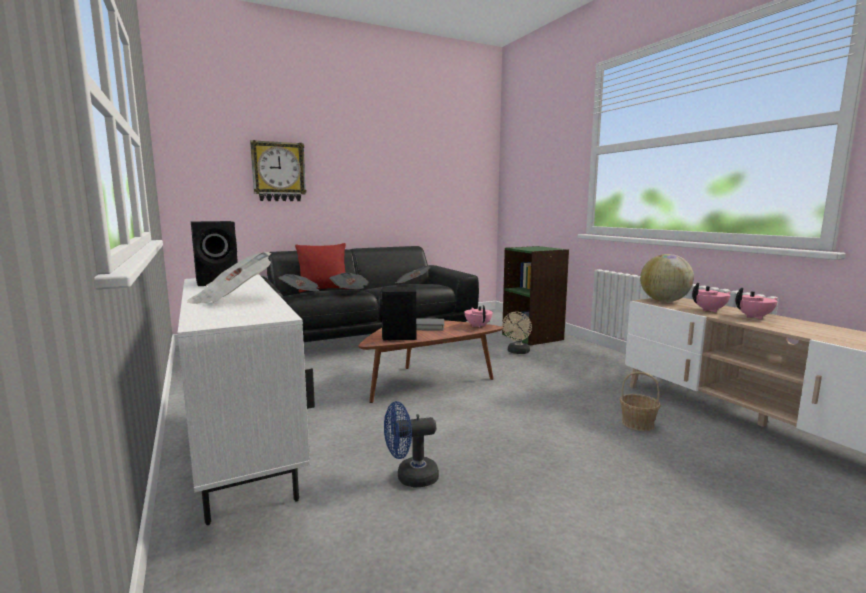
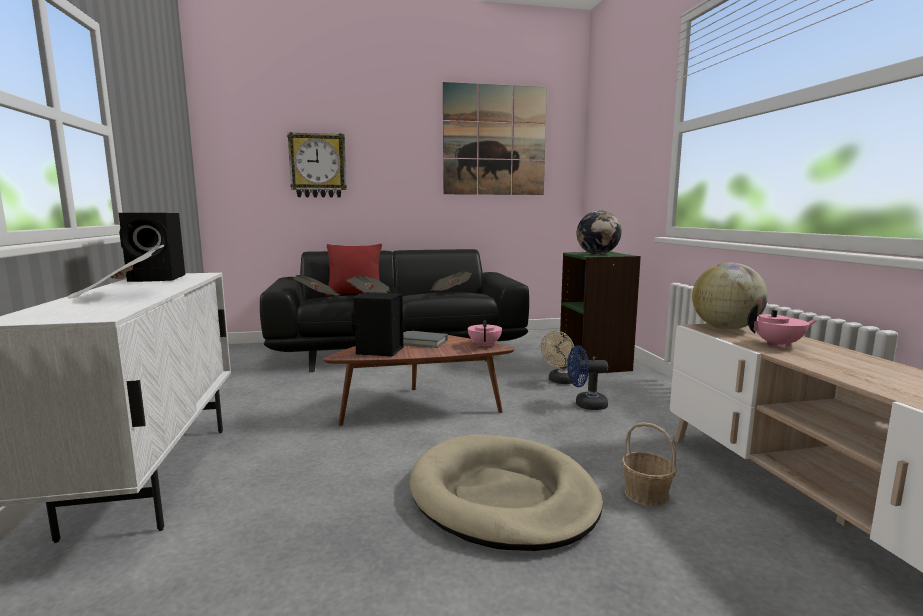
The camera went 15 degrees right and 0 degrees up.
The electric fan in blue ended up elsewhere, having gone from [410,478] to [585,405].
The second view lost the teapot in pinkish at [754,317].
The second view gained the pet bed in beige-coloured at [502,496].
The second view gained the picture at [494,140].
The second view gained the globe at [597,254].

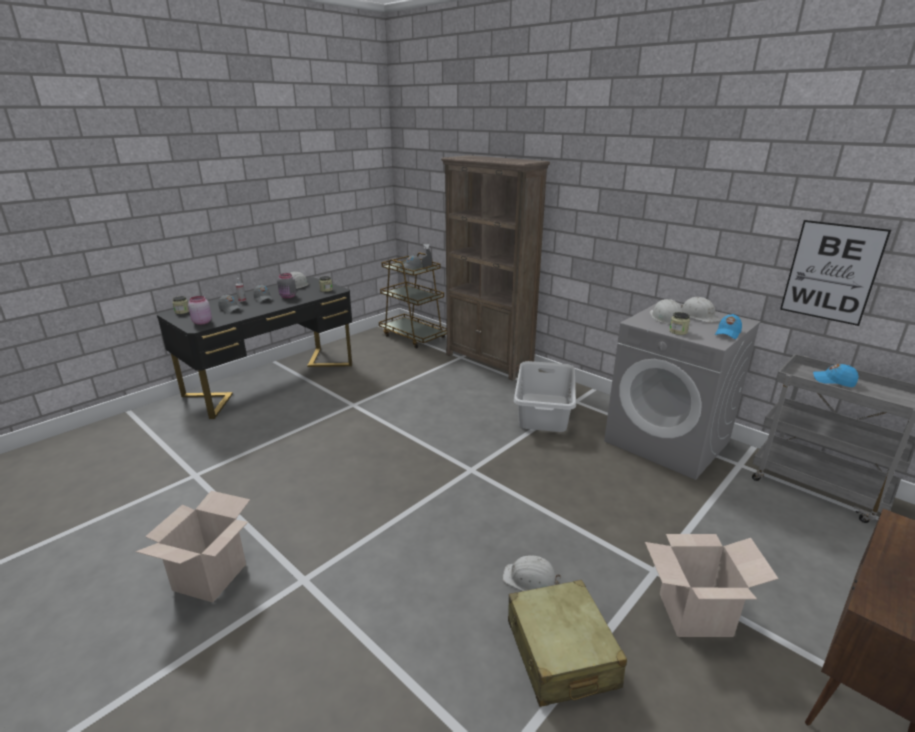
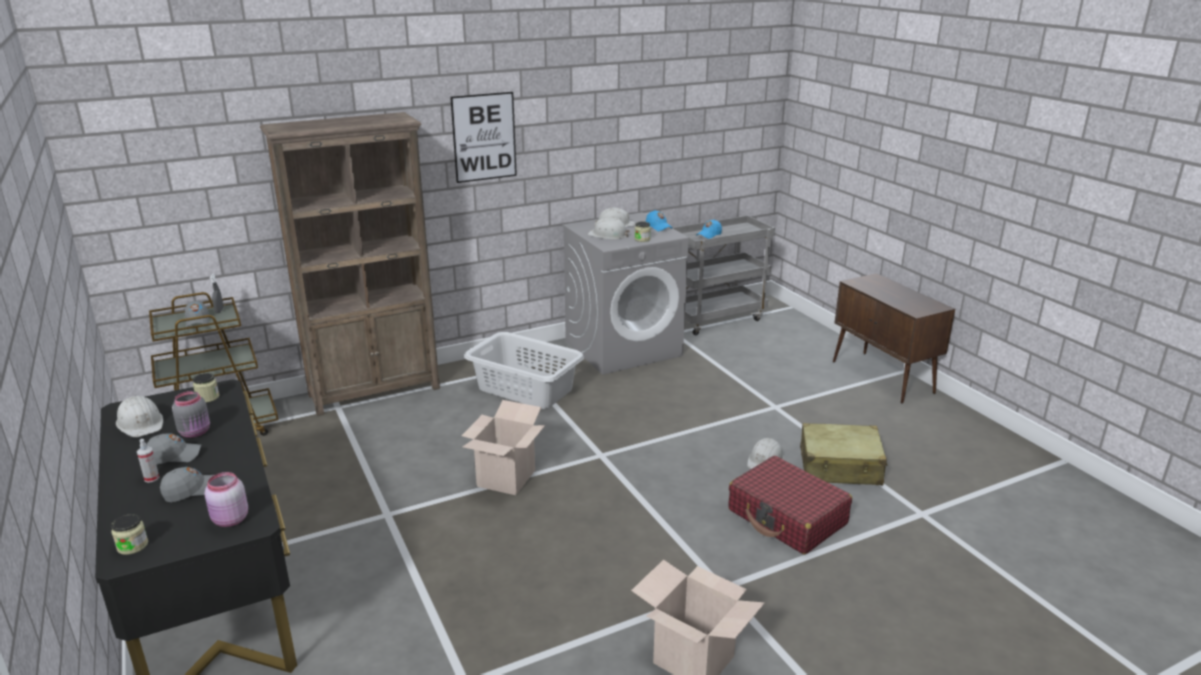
The camera went 70 degrees left and 0 degrees up.
The packing box ended up elsewhere, having gone from [694,614] to [506,478].
The picture ended up elsewhere, having gone from [831,272] to [484,137].
The second view gained the travel case in reddish at [787,517].

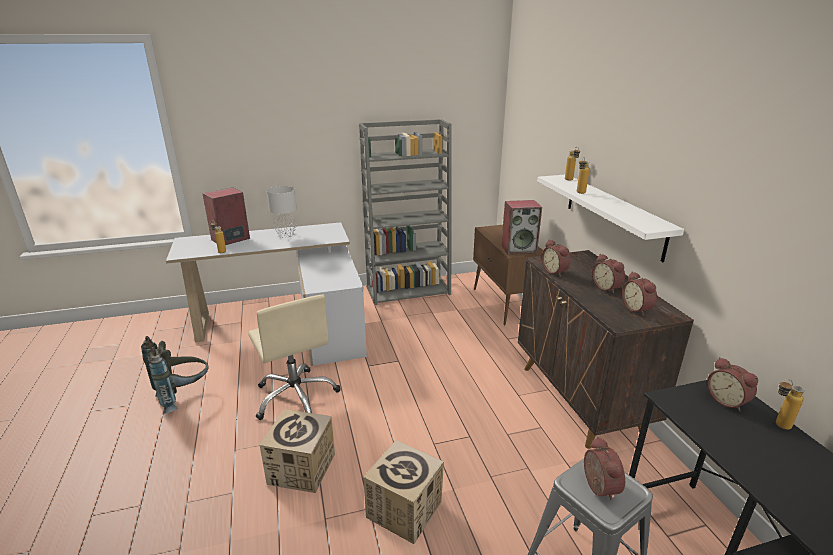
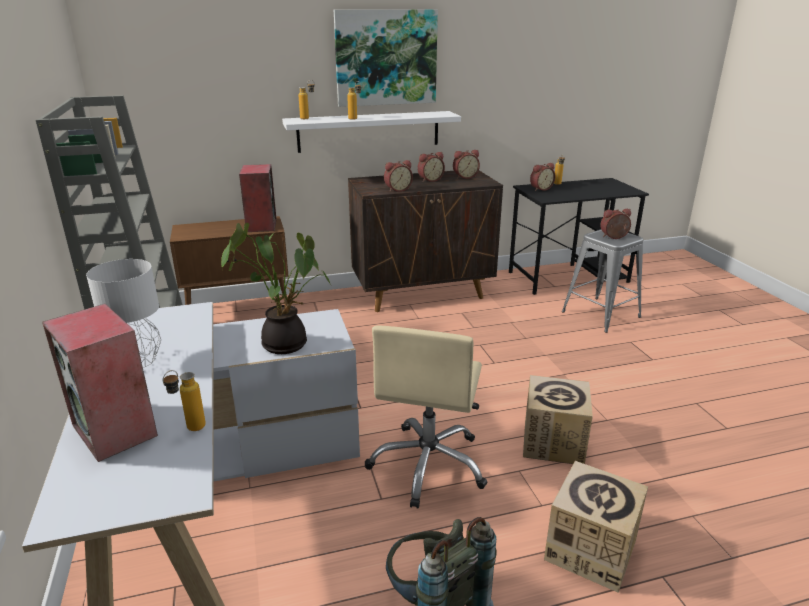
The camera went 90 degrees left and 0 degrees up.
The desk chair in beige-coloured at [296,396] ended up facing another way, 135 degrees clockwise from before.
The packing box ended up elsewhere, having gone from [404,509] to [590,550].
The second view gained the houseplant at [285,342].
The second view gained the picture at [386,58].

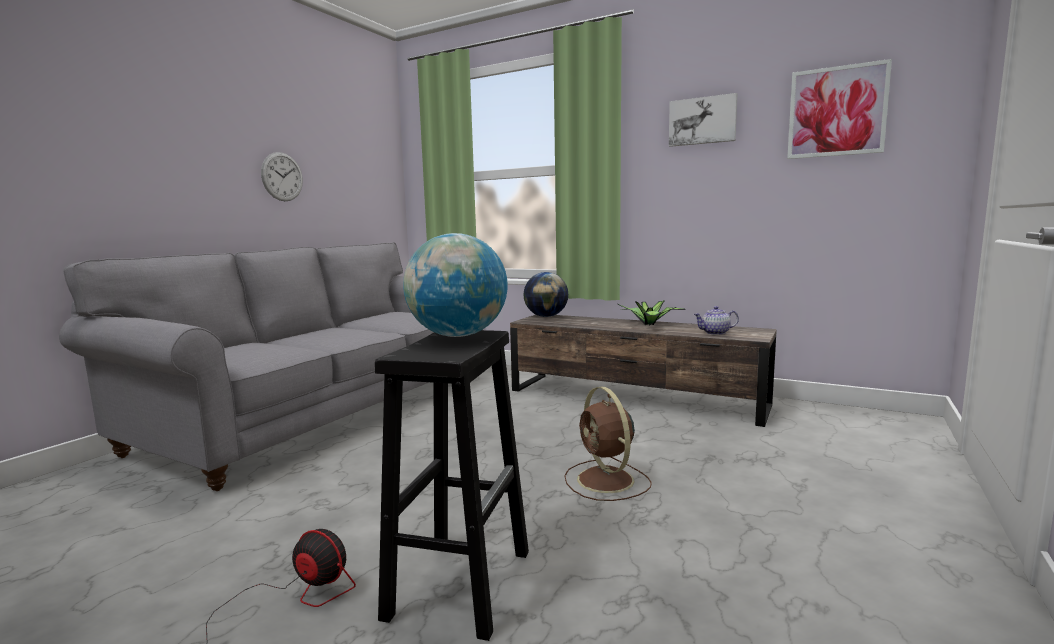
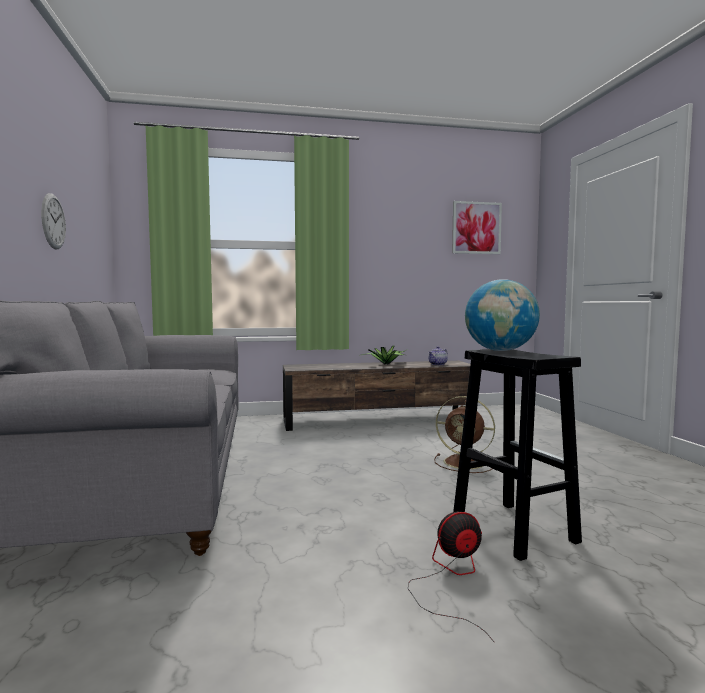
The camera went 40 degrees left and 5 degrees down.
The second view lost the globe at [546,316].
The second view lost the picture at [702,121].

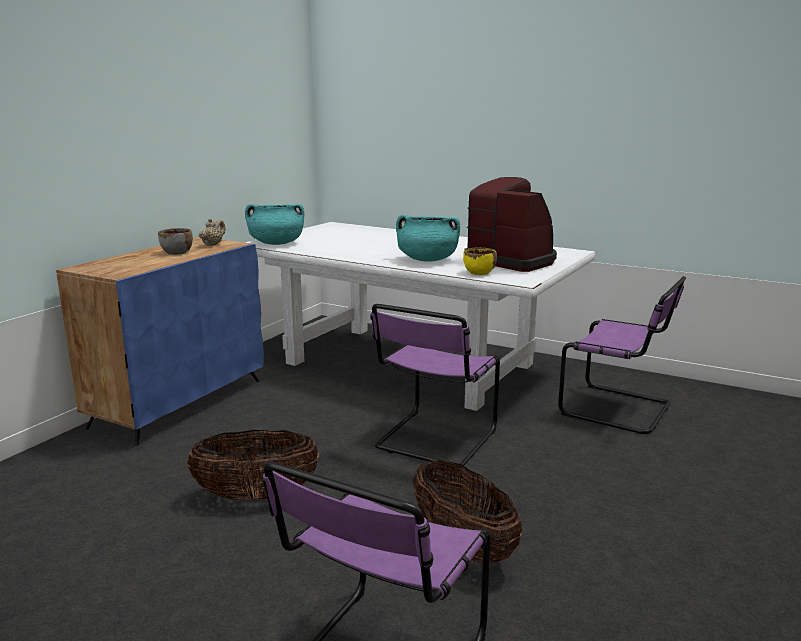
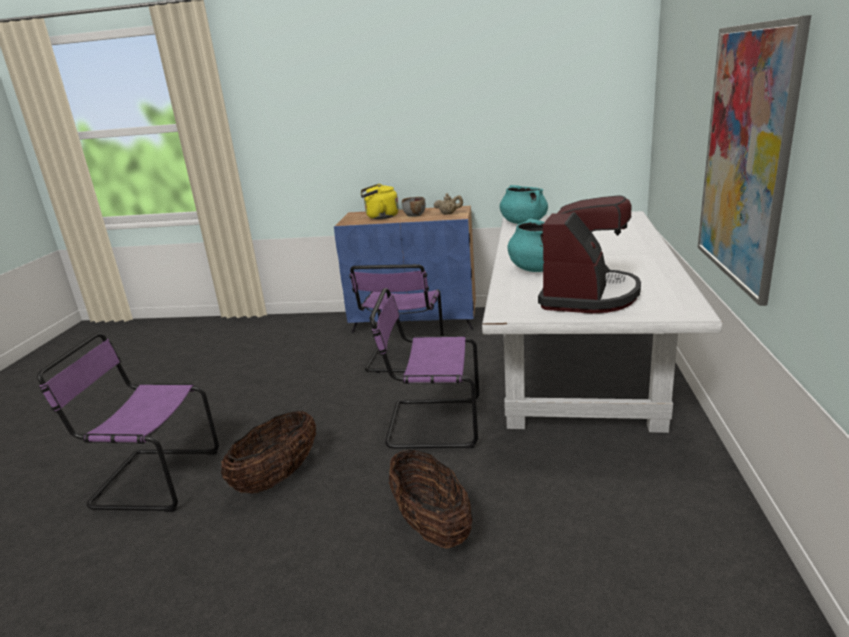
The camera went 70 degrees right and 5 degrees up.
The household basket ended up elsewhere, having gone from [256,495] to [431,526].
The second view lost the serving bowl in yellowish at [479,273].
The plain chair in purple ended up elsewhere, having gone from [619,410] to [404,358].
The second view gained the water kettle in yellowish at [380,217].
The second view gained the picture at [745,157].

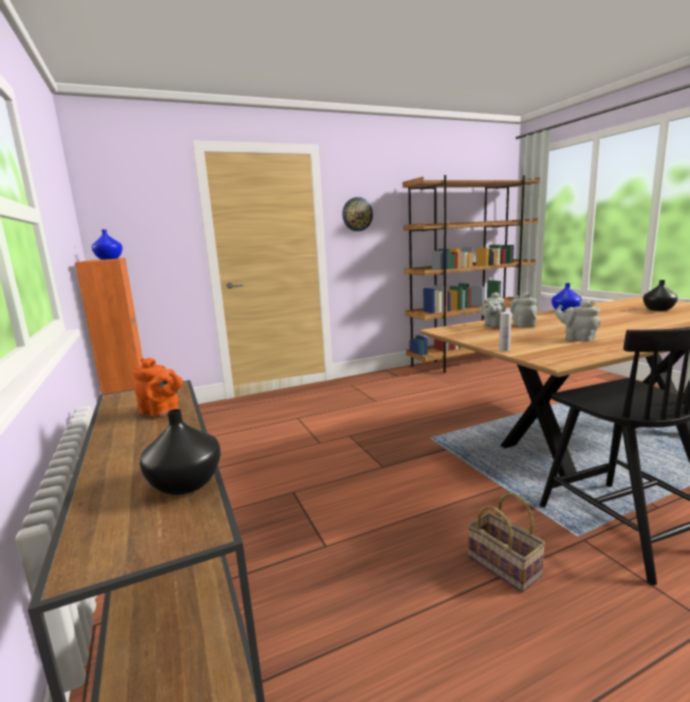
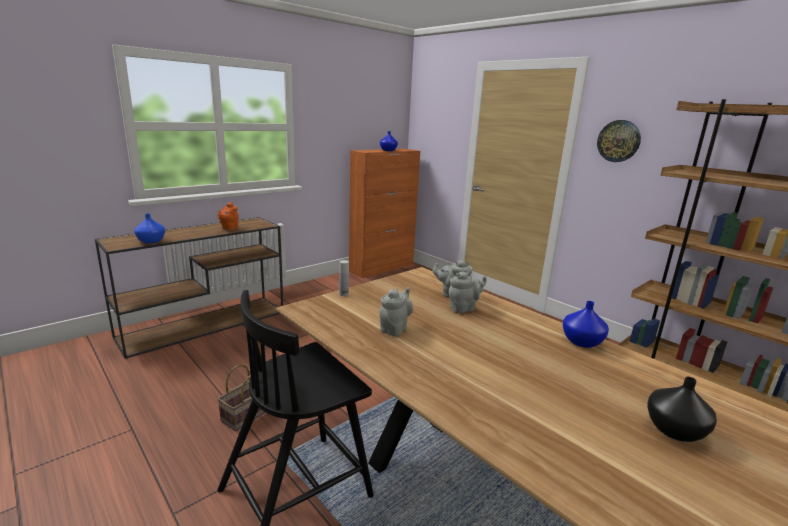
The camera went 70 degrees right and 5 degrees up.
What was the flower vase in black-coloured at [186,484] turned into the flower vase in blue at [150,241].

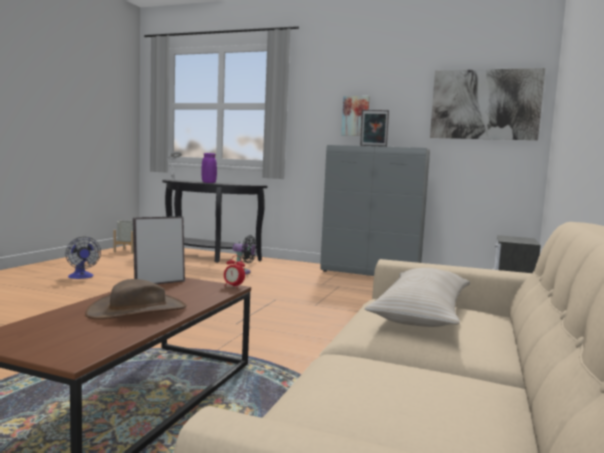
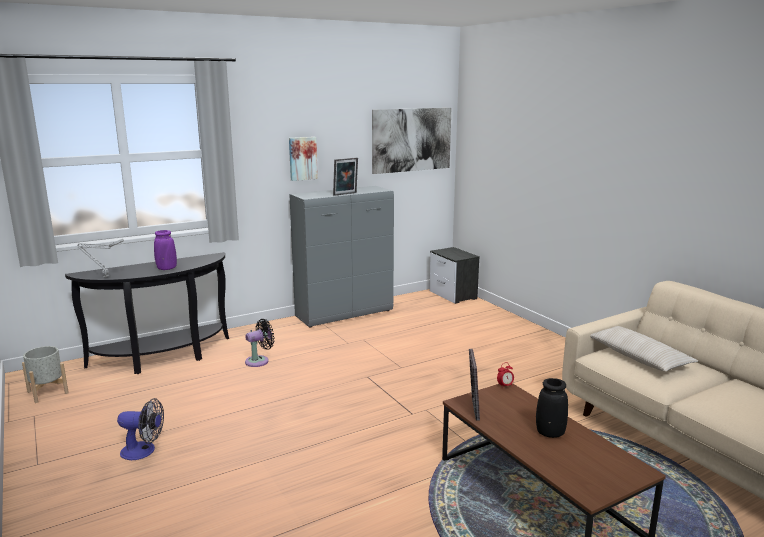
The camera went 50 degrees left and 10 degrees up.
Where the wearable hat in brown stood at [137,310], the flower vase in black-coloured came to stand at [550,433].

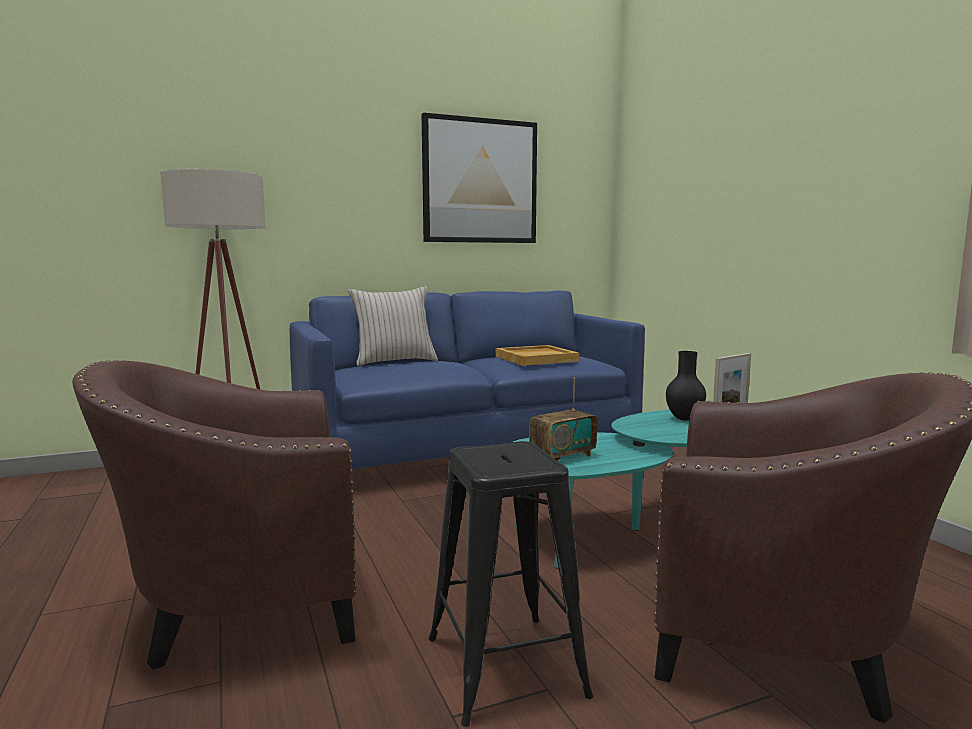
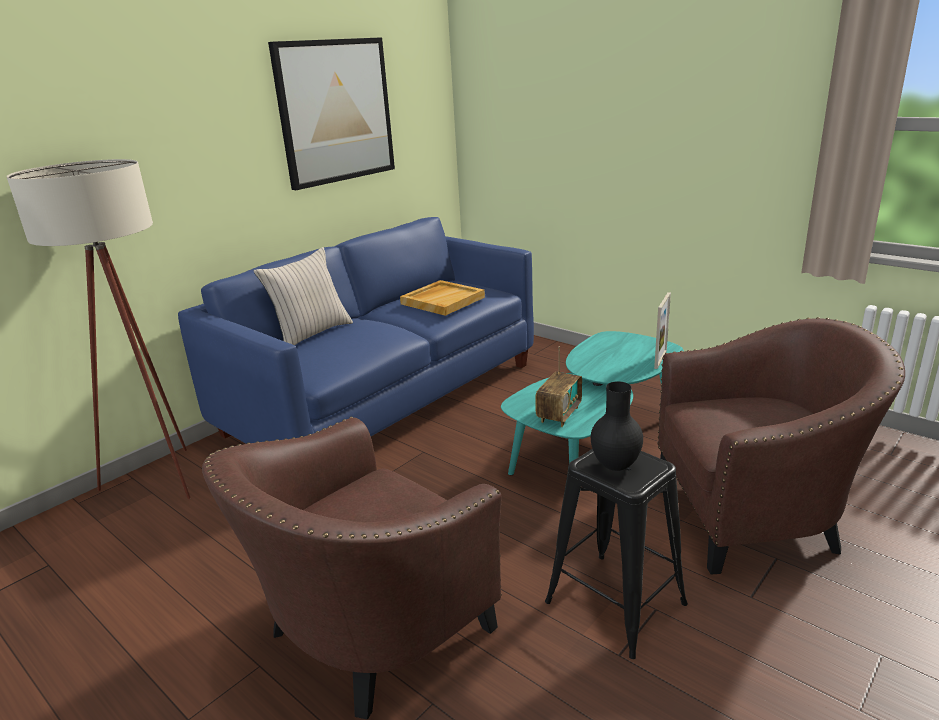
The camera went 25 degrees left and 15 degrees up.
The flower vase in black-coloured ended up elsewhere, having gone from [684,419] to [616,467].

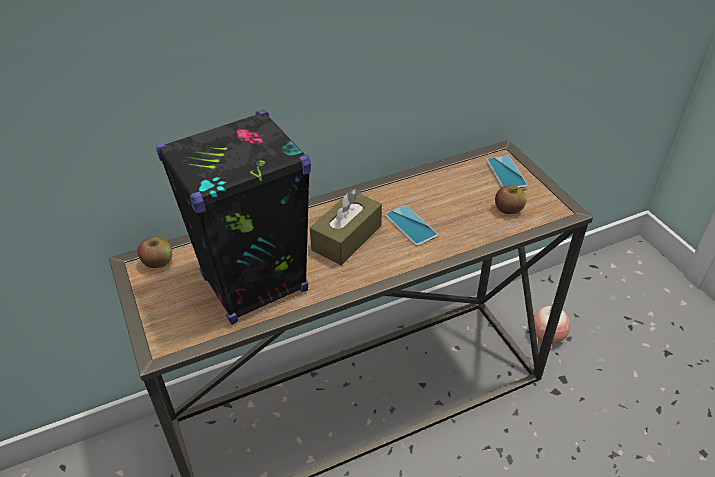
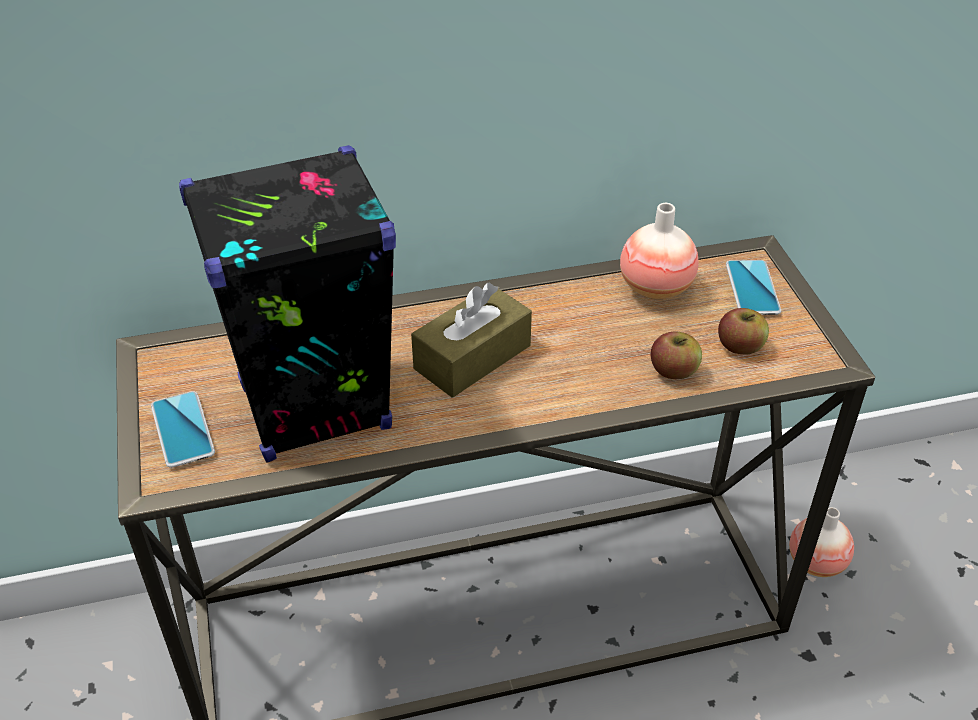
The camera went 10 degrees right and 0 degrees up.
The whole apple ended up elsewhere, having gone from [158,262] to [673,370].
The telephone ended up elsewhere, having gone from [411,226] to [183,430].
The second view gained the flower vase at [655,288].

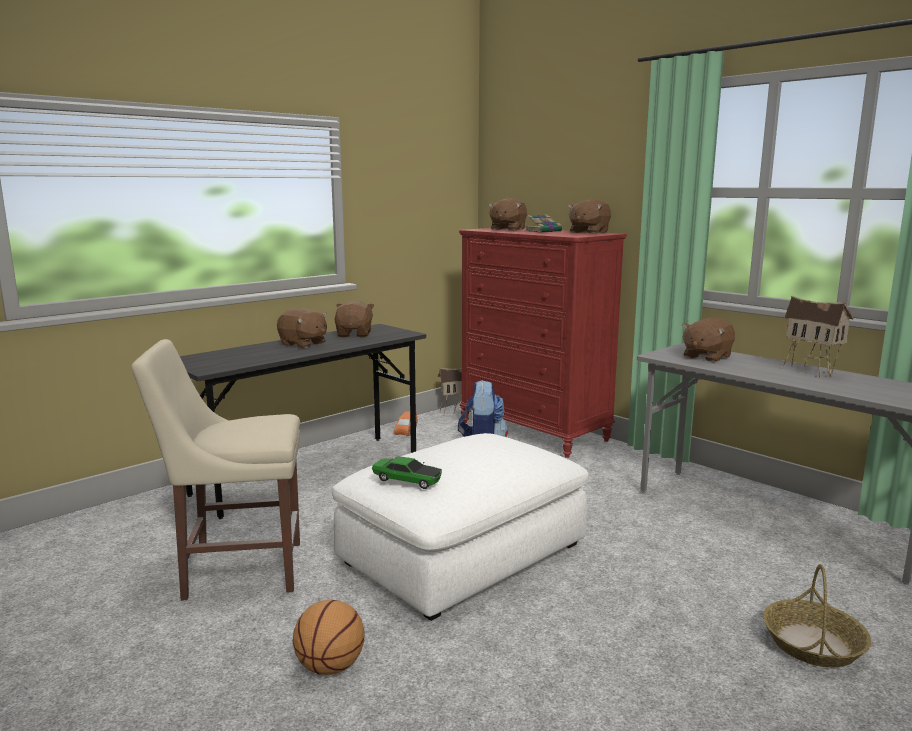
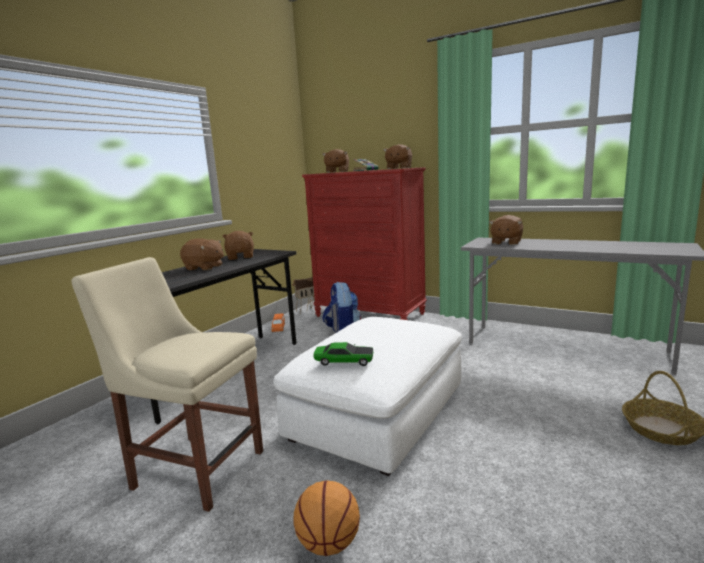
The camera went 15 degrees left and 0 degrees up.
The plain chair in beige-coloured at [237,569] ended up facing another way, 45 degrees clockwise from before.
The second view lost the miniature house at [811,371].

